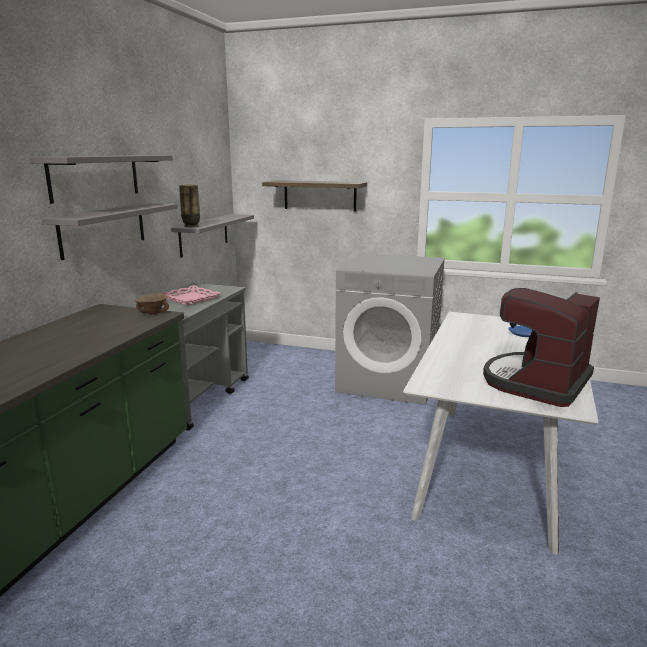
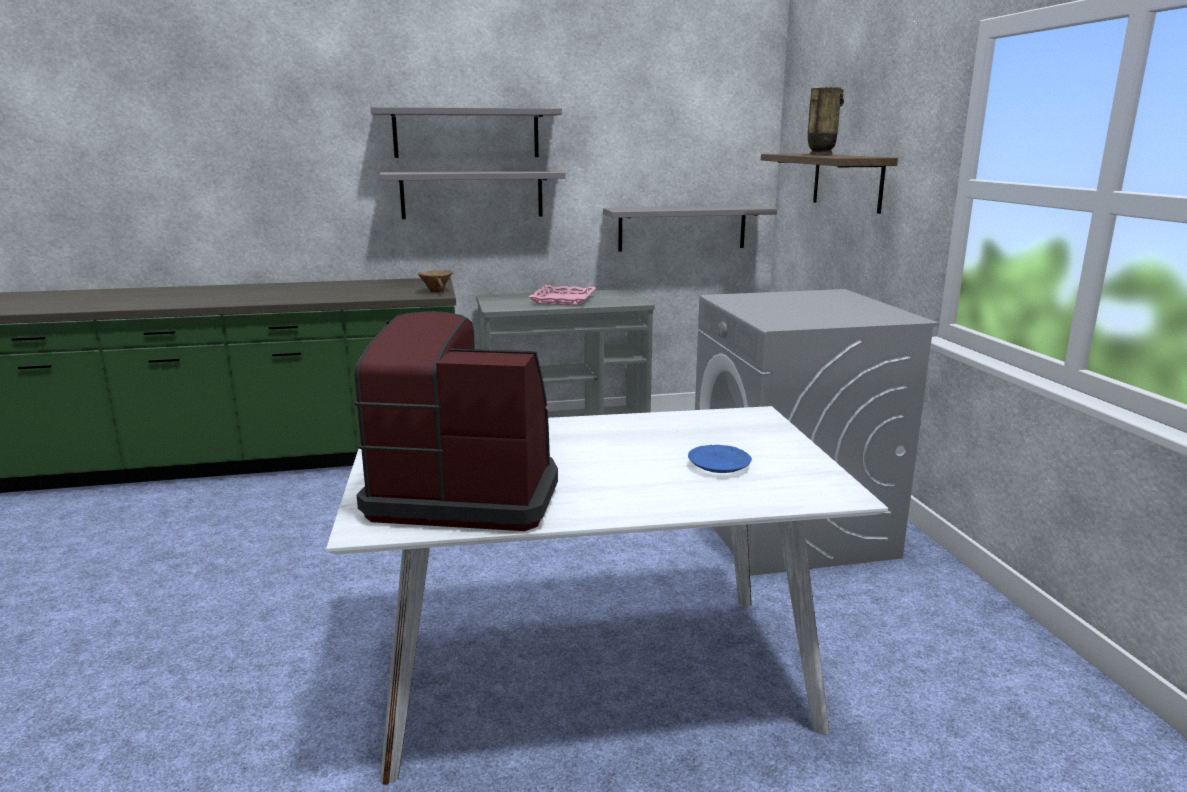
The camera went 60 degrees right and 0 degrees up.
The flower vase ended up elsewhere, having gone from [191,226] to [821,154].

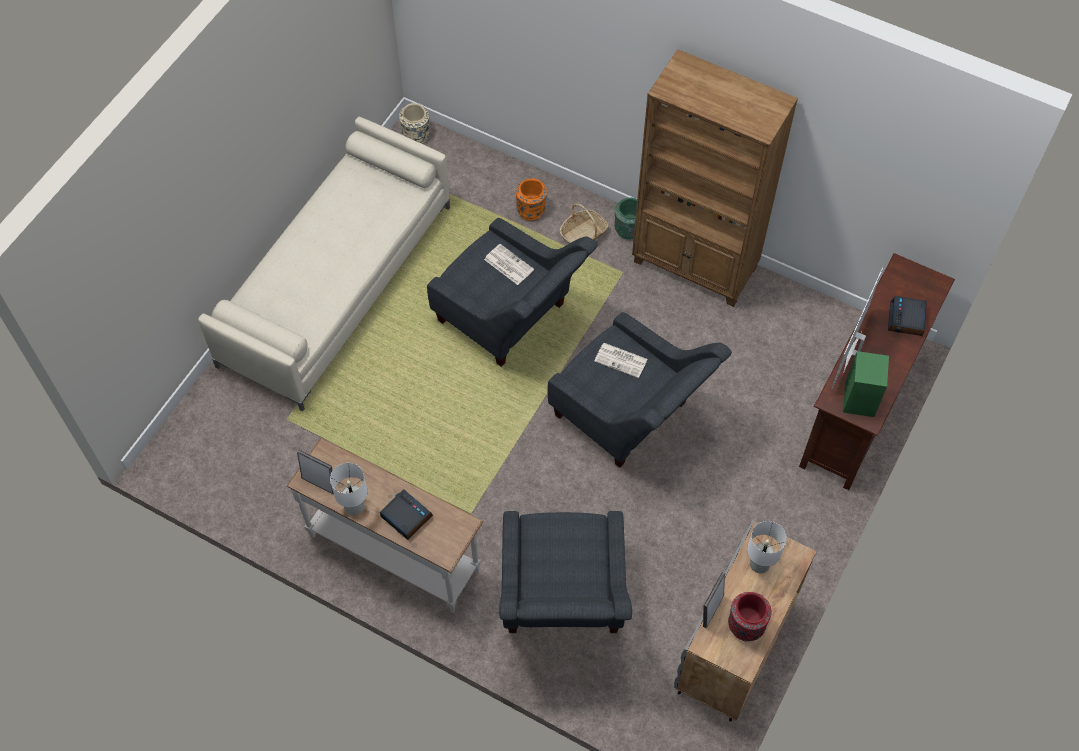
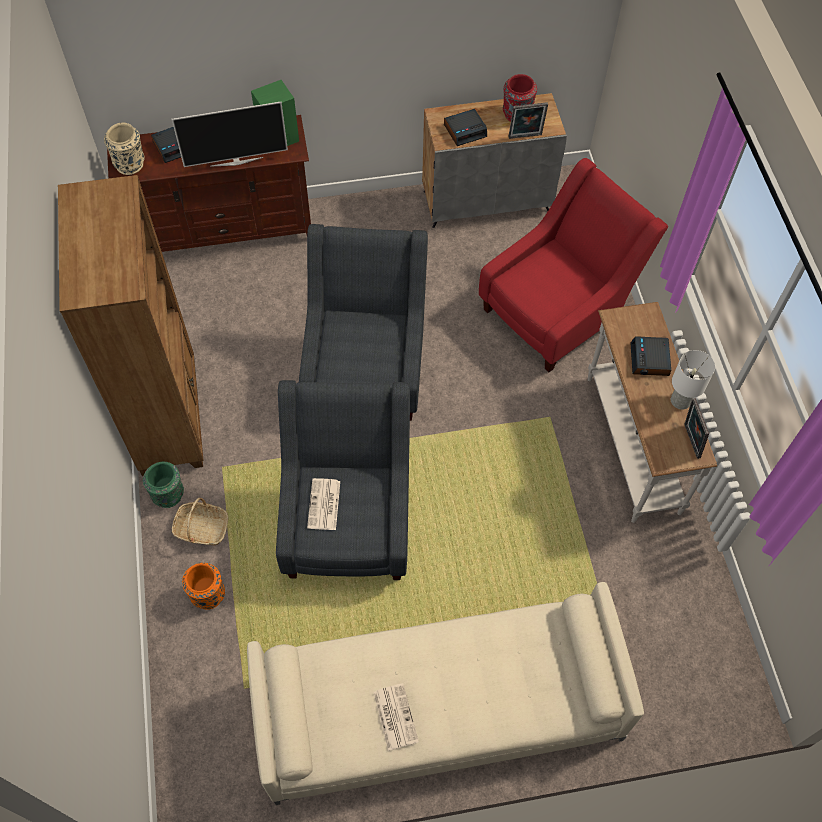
The camera went 130 degrees left and 0 degrees up.
The flower vase in beige-coloured ended up elsewhere, having gone from [416,136] to [130,164].
What was the easy chair in grey at [562,604] turned into the easy chair in reddish at [557,311].
The daily paper ended up elsewhere, having gone from [621,360] to [395,716].
Where the table lamp in white stood at [760,564], the alarm clock came to stand at [465,130].

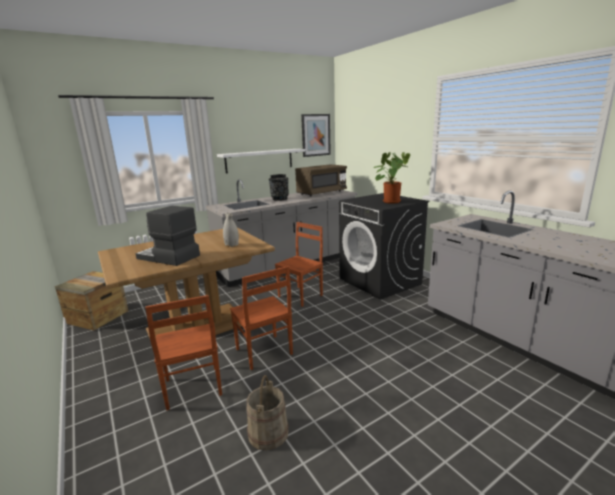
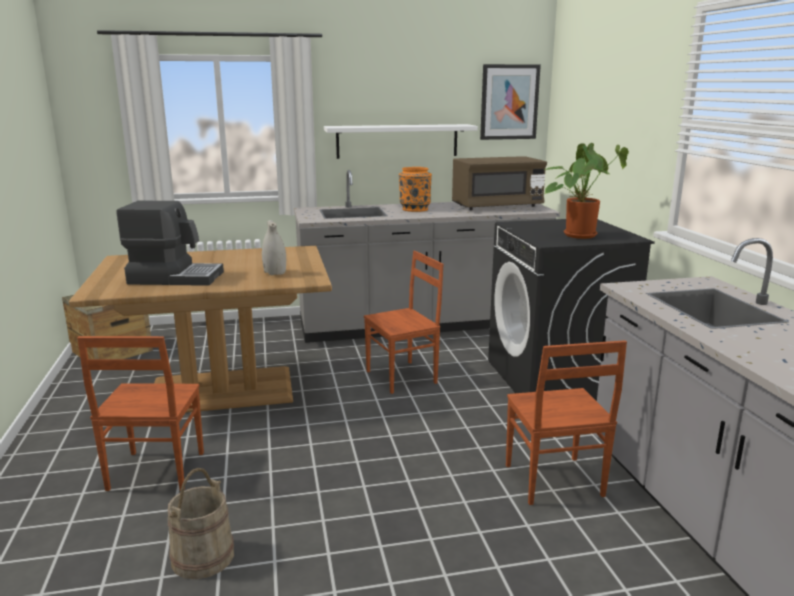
The camera went 20 degrees right and 0 degrees up.
The coffee maker at [168,257] ended up facing another way, 135 degrees clockwise from before.
The plain chair in brown ended up elsewhere, having gone from [263,352] to [553,481].
What was the flower vase in black-coloured at [279,199] turned into the flower vase in orange at [414,209].

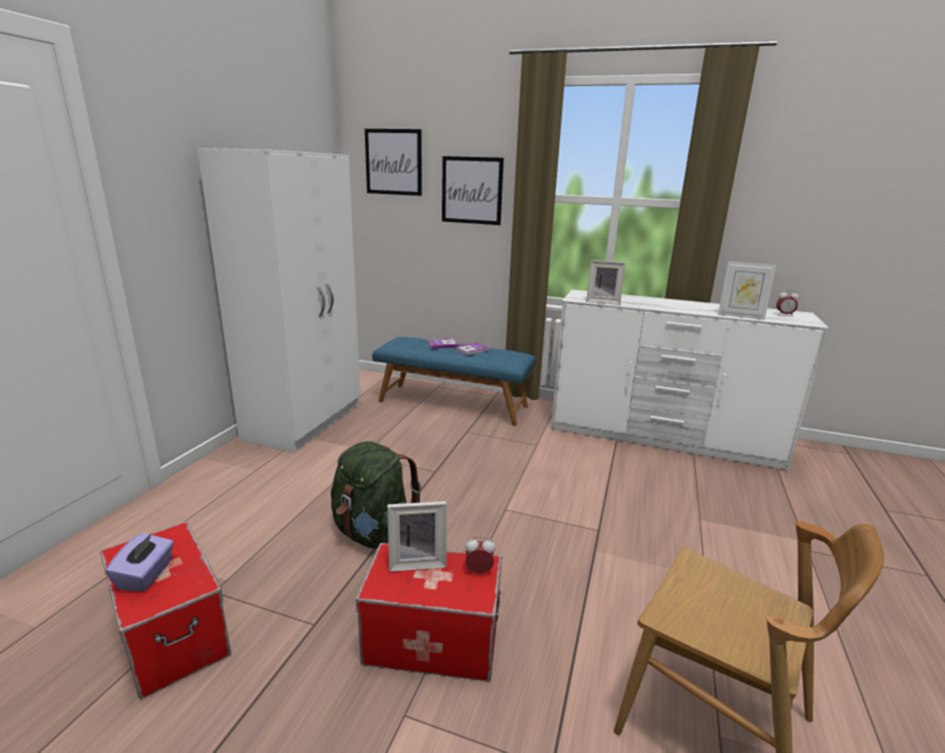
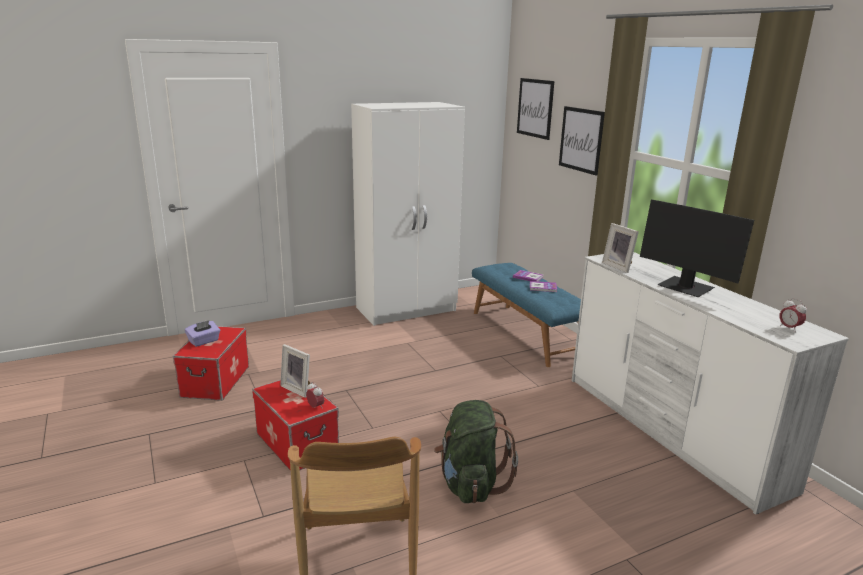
The camera went 45 degrees right and 0 degrees up.
The backpack in green ended up elsewhere, having gone from [373,534] to [470,484].
The second view lost the picture frame at [740,316].
The second view gained the computer display at [685,287].

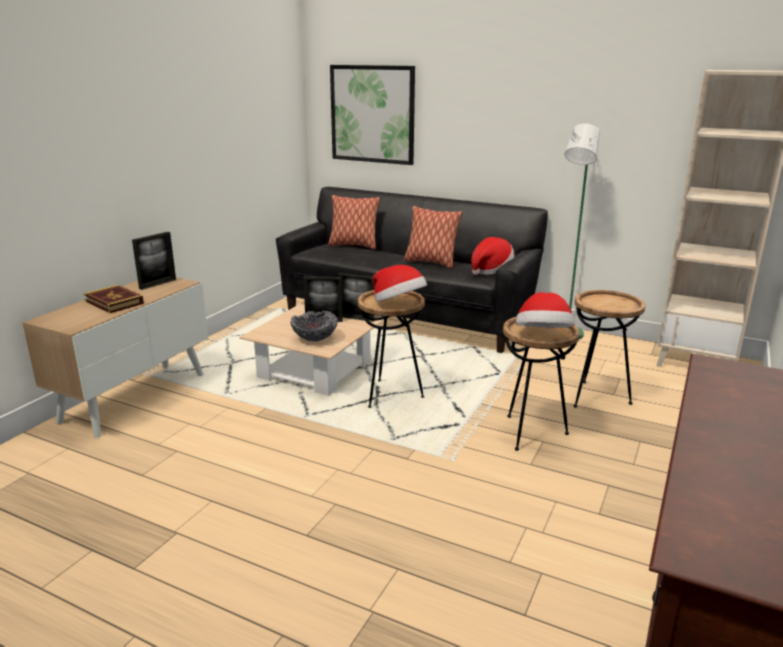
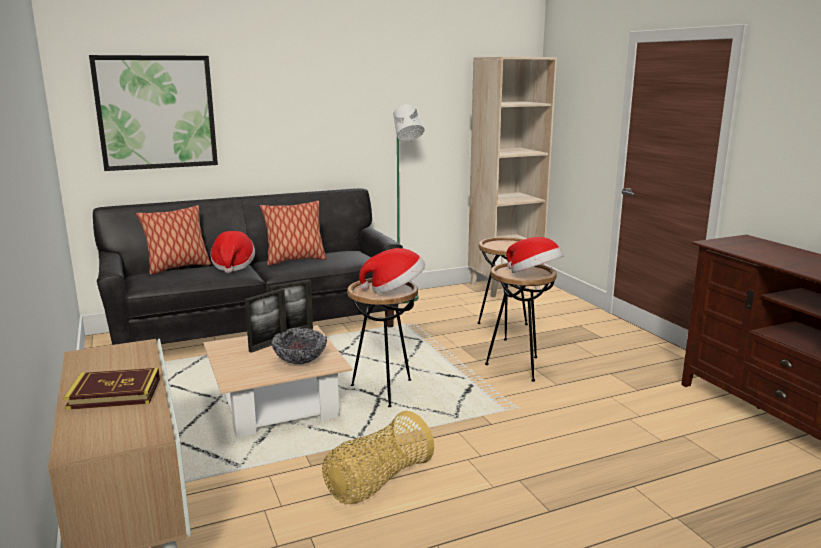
The camera went 50 degrees left and 5 degrees down.
The second view lost the picture frame at [158,284].
The wearable hat ended up elsewhere, having gone from [490,270] to [233,266].
The second view gained the household basket at [377,483].

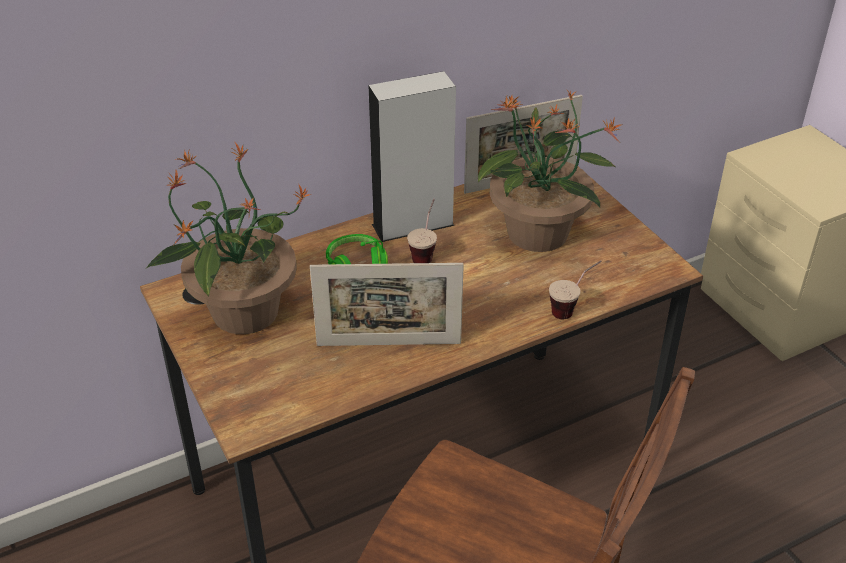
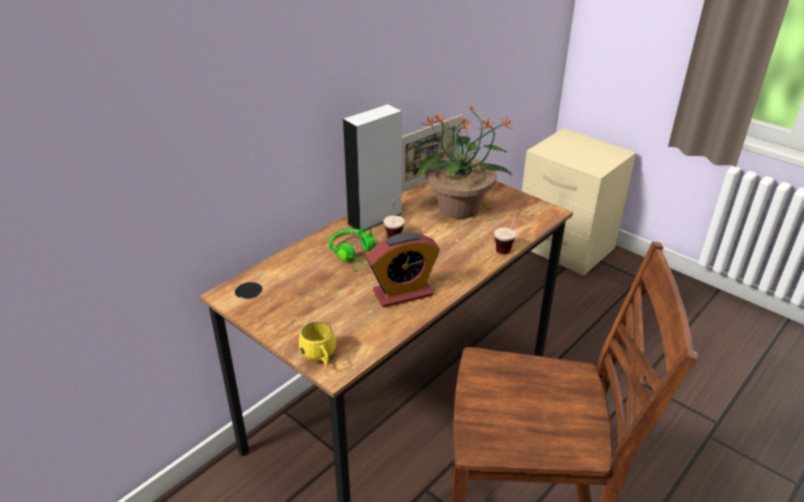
The camera went 20 degrees left and 5 degrees down.
The second view lost the houseplant at [242,312].
Where the picture frame stood at [388,344], the alarm clock came to stand at [403,293].
The second view gained the mug in yellowish at [320,358].

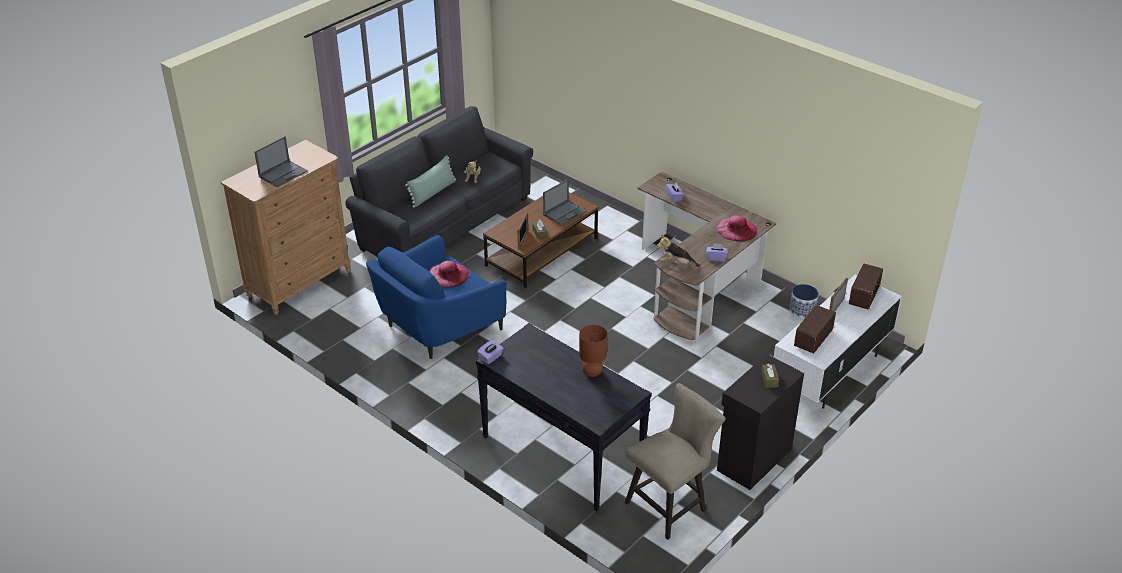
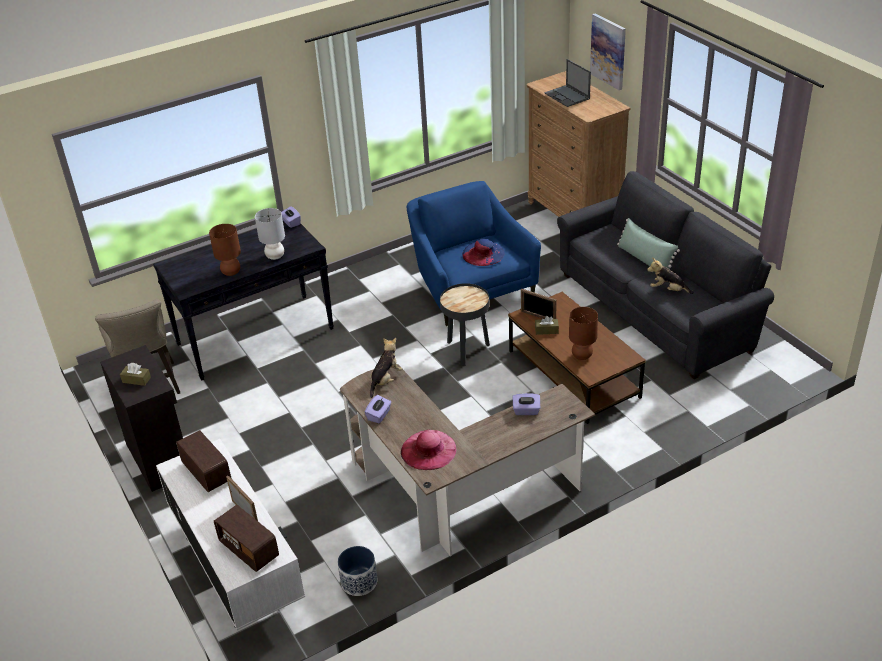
The camera went 110 degrees right and 0 degrees up.
What was the wearable hat in pinkish at [448,275] turned into the wearable hat in blue at [483,253].
Where the laptop stood at [565,213], the table lamp in brown came to stand at [582,356].
The second view gained the table lamp in grey at [275,256].
The second view gained the side table in black-coloured at [466,350].
The second view gained the picture at [608,51].

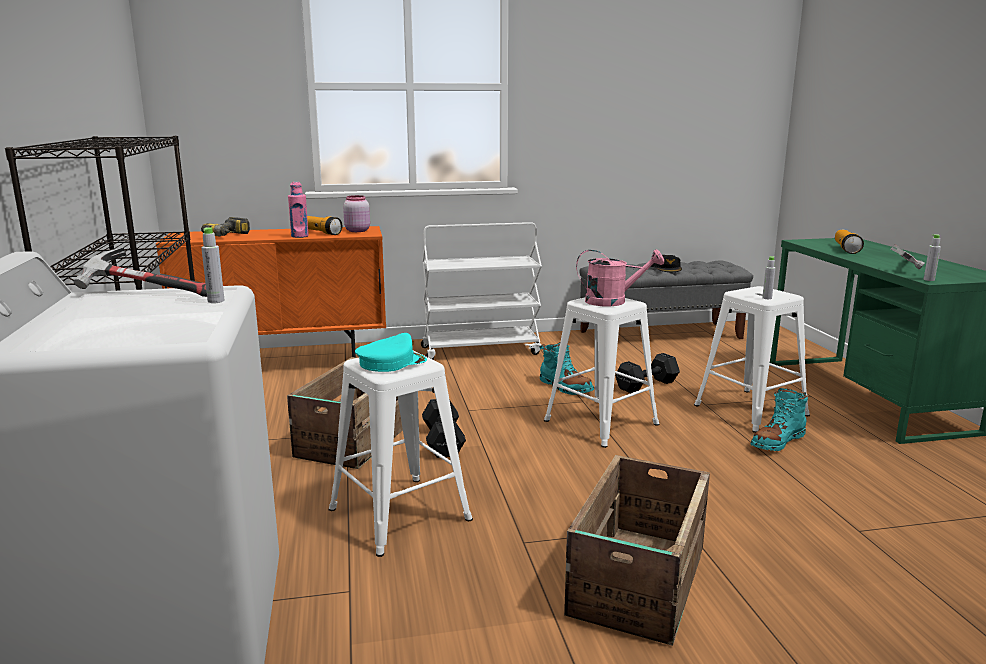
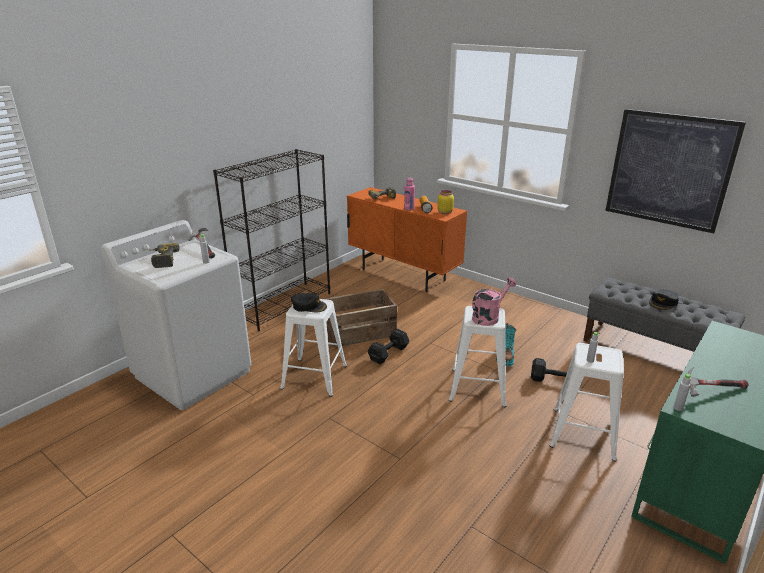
The camera went 50 degrees right and 10 degrees up.
What was the preserve jar in pinkish at [356,231] turned into the preserve jar in yellowish at [444,212].
What was the peaked cap in turquoise at [391,362] turned into the peaked cap in black-coloured at [309,306].
The second view lost the cart in white at [481,350].
The second view lost the packing crate at [636,582].
The watering pot in pinkish at [613,301] ended up facing another way, 90 degrees counterclockwise from before.
The second view lost the high-top boot in turquoise at [777,442].
The second view lost the flashlight at [846,249].
The second view gained the electric drill at [162,260].
The second view gained the picture at [669,170].

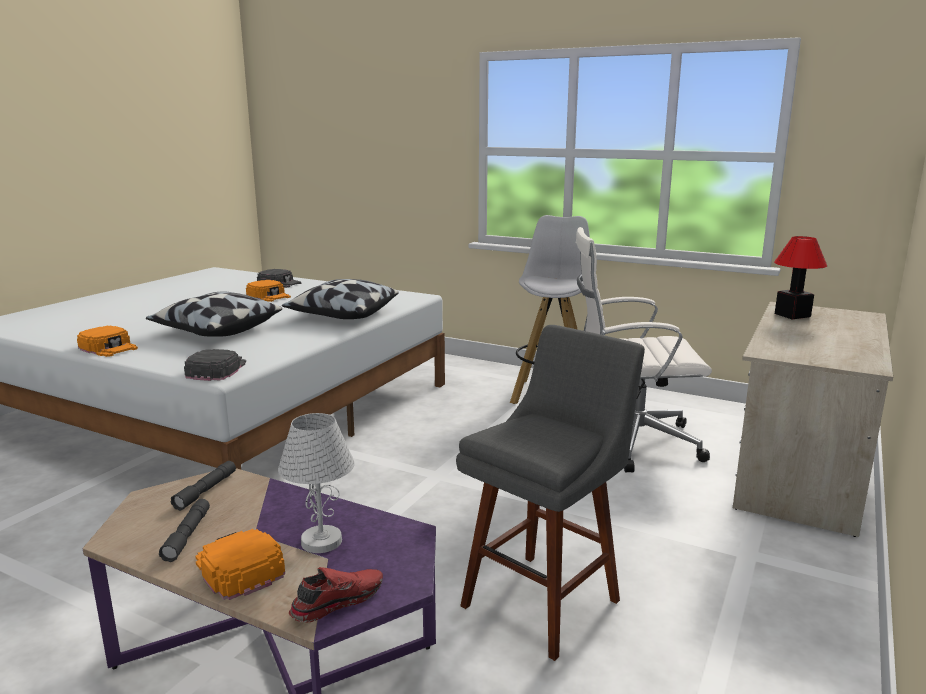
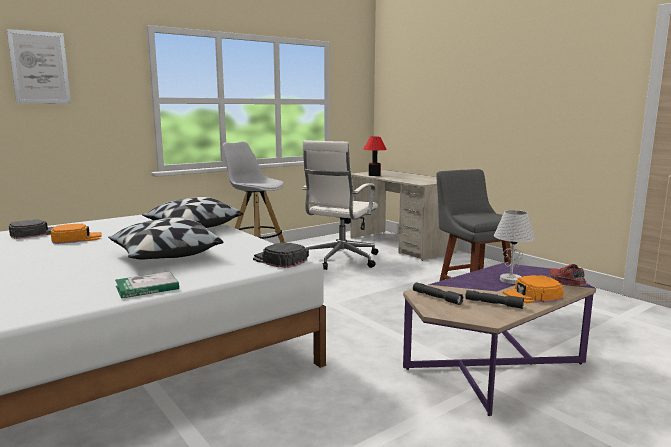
The camera went 65 degrees left and 5 degrees down.
Where the peaked cap in orange stood at [109,347], the volume came to stand at [147,287].
The second view gained the picture at [39,67].

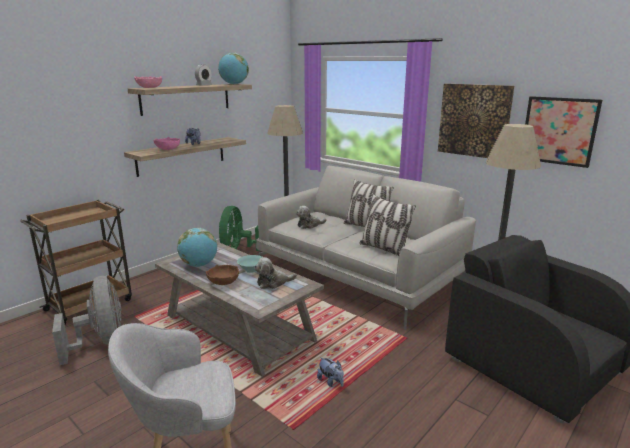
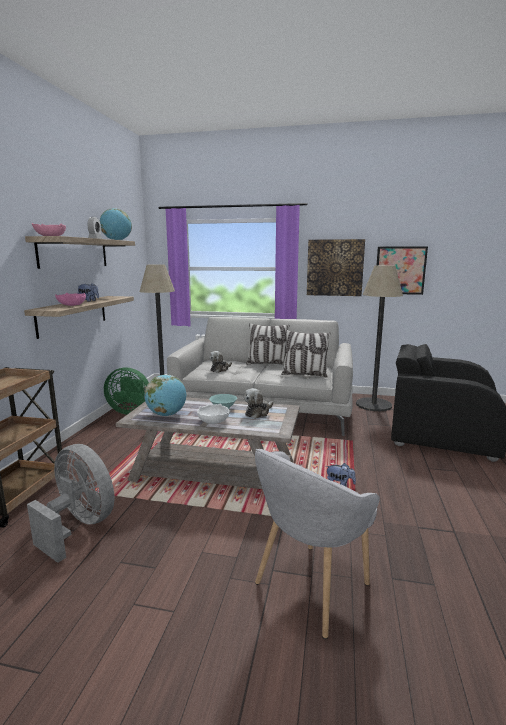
The camera went 30 degrees left and 5 degrees down.
What was the serving bowl in brown at [223,282] turned into the serving bowl in white at [214,421].
The electric fan in green at [238,249] ended up facing another way, 60 degrees counterclockwise from before.

